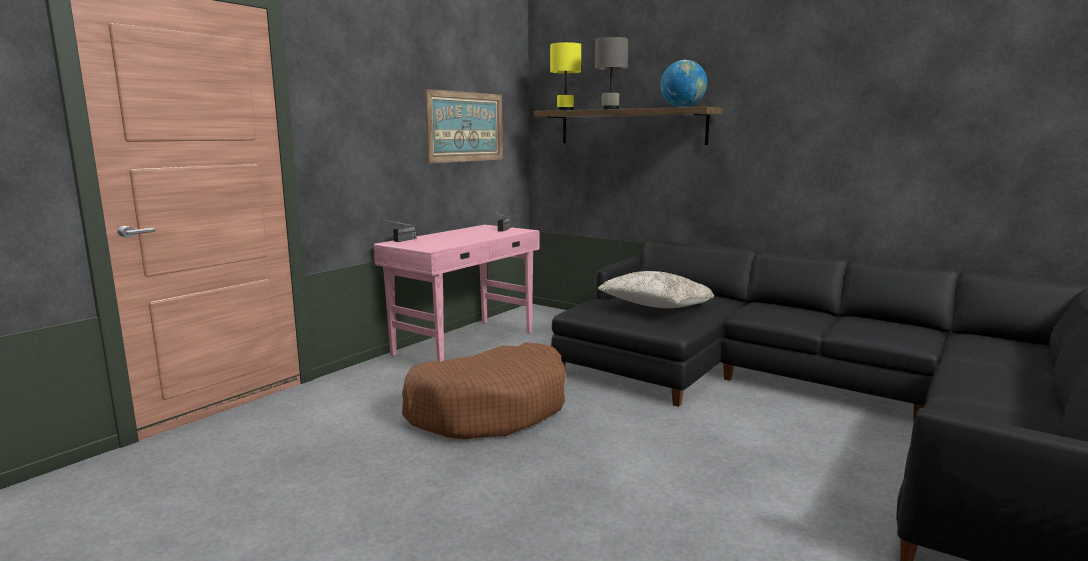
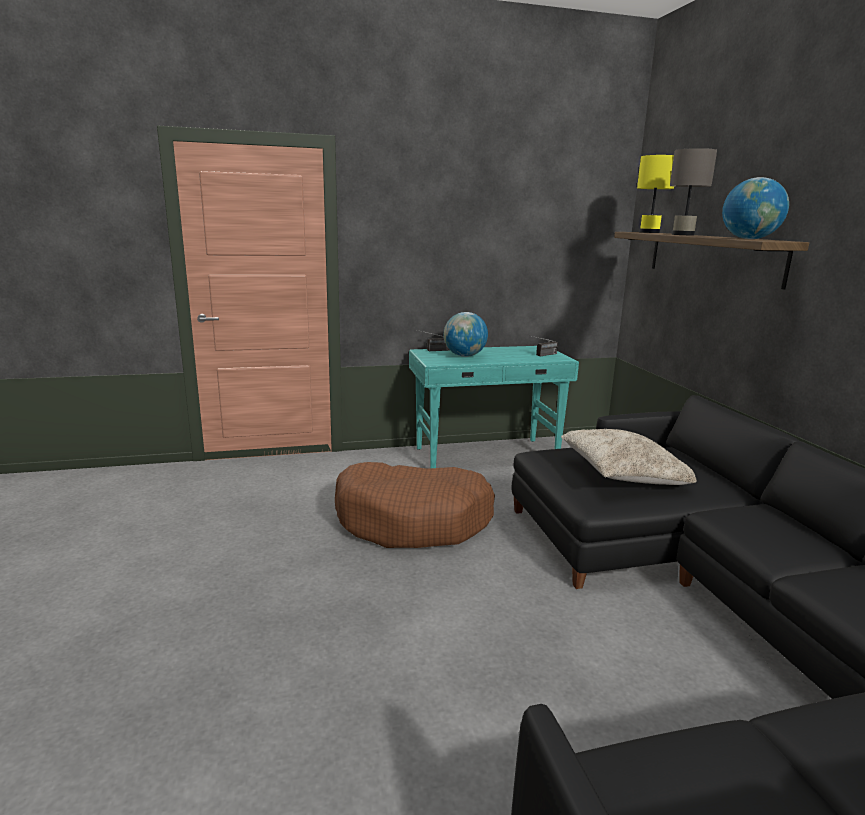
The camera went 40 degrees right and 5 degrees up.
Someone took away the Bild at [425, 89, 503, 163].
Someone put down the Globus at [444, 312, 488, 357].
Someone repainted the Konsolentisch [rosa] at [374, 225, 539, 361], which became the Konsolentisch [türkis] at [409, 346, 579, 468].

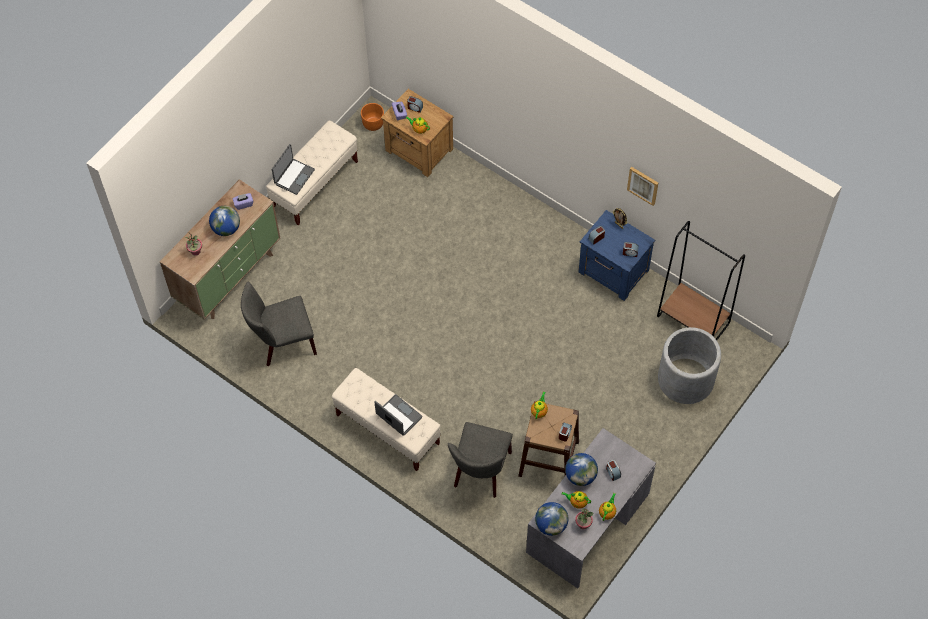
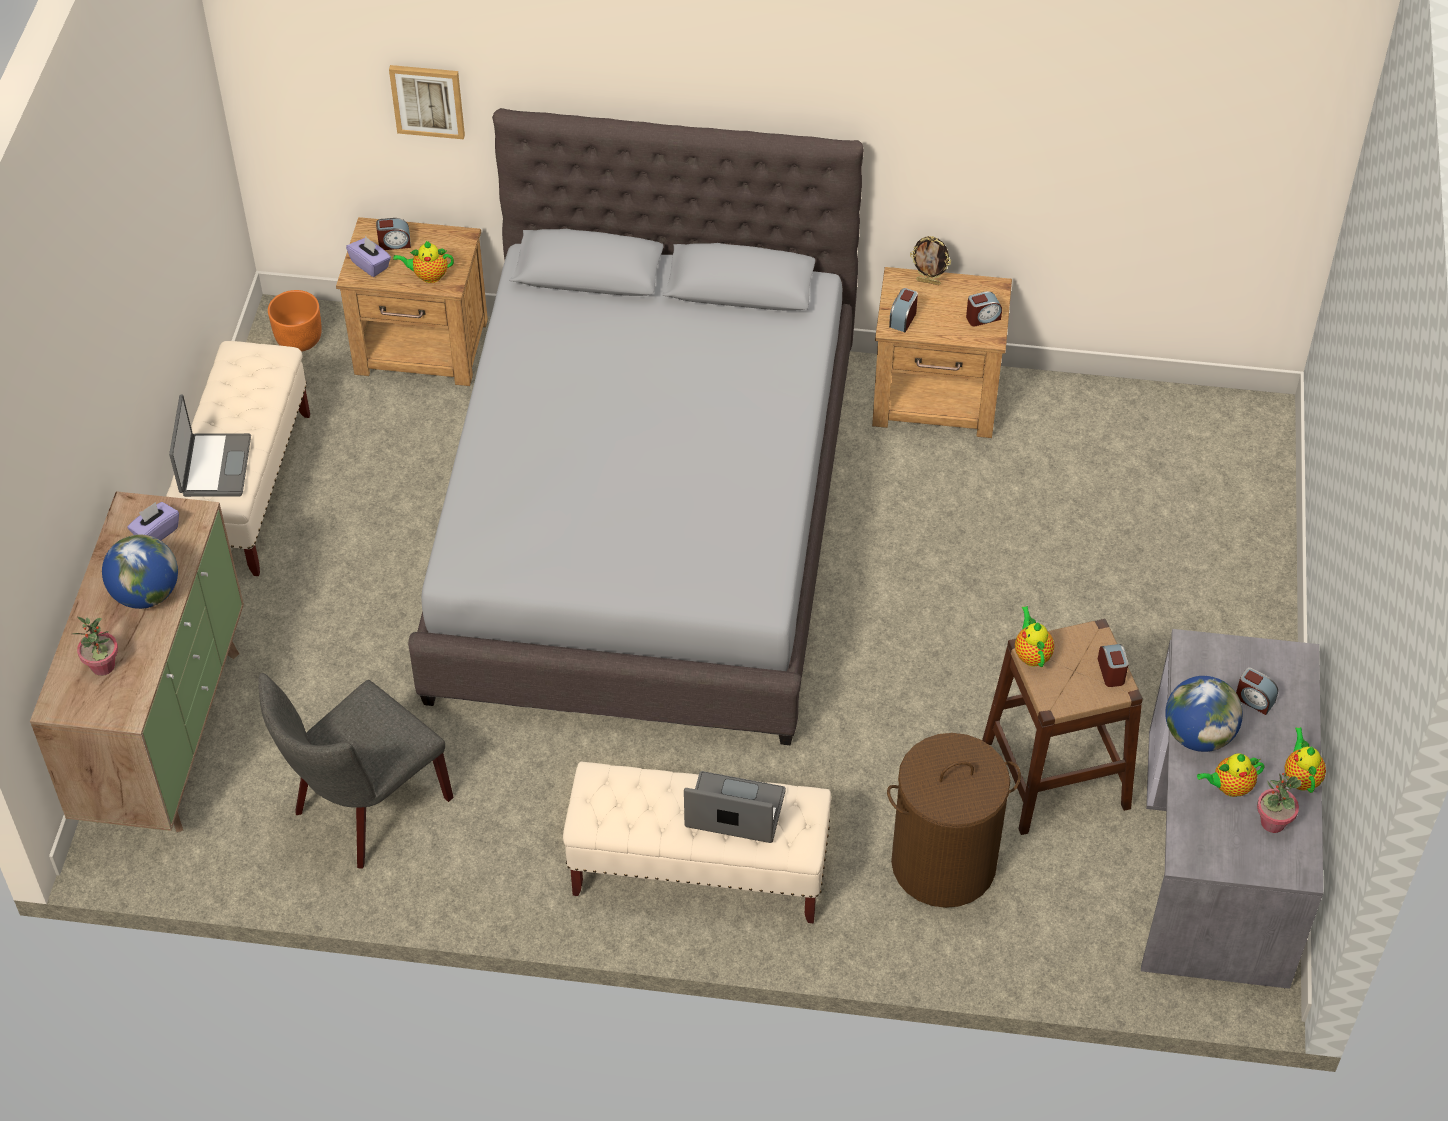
The camera went 30 degrees left and 10 degrees down.
Someone took away the Globus at [535, 502, 569, 536].
Someone took away the Kleiderständer at [657, 221, 745, 340].
Someone took away the Pflanzkübel [grau] at [658, 327, 721, 404].
Someone put down the Bett [grau] at [408, 108, 864, 746].
Someone carried the Bild from [627, 167, 658, 206] to [389, 65, 465, 139].
Someone swapped the Stuhl [grau] at [448, 422, 513, 498] for the Wäschekorb [braun] at [887, 733, 1021, 908].
Someone repainted the Nachttisch [blau] at [578, 210, 655, 301], which became the Nachttisch [braun] at [872, 267, 1012, 438].

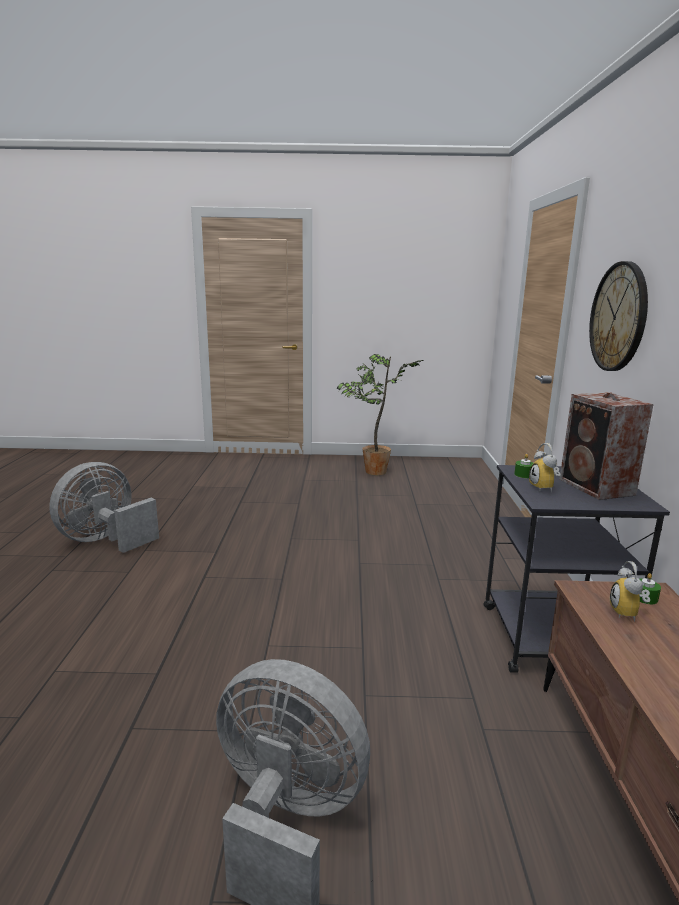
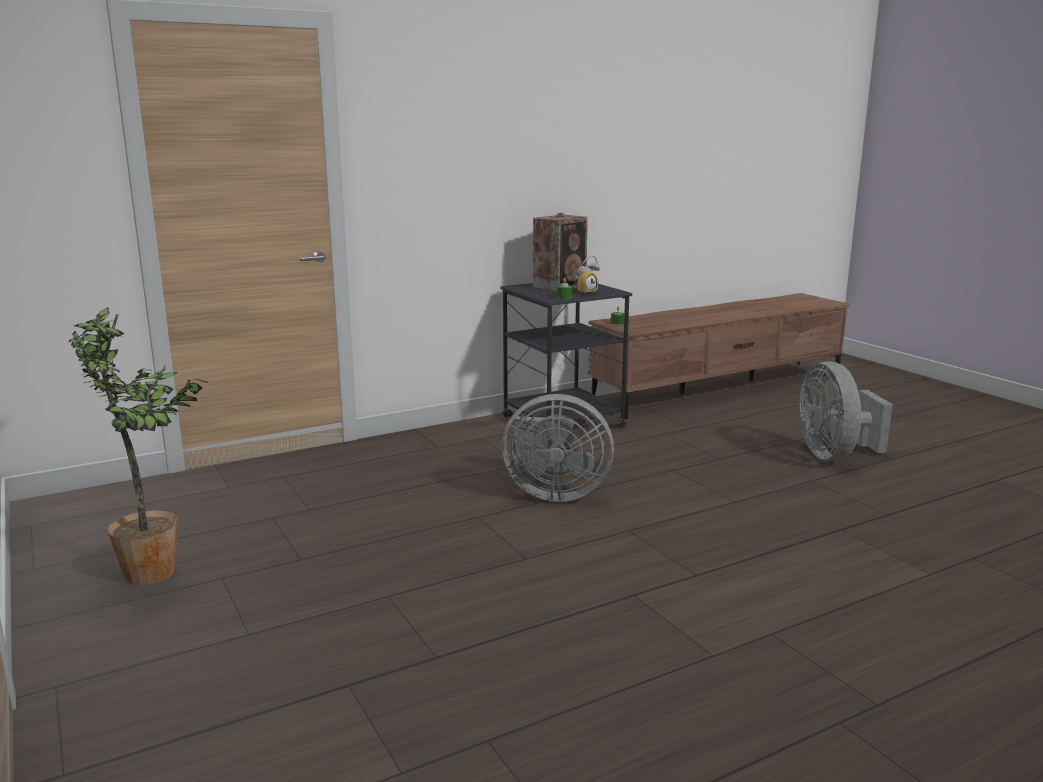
The camera went 120 degrees left and 0 degrees up.
Someone took away the Wanduhr at [589, 261, 648, 371].
Someone took away the Wecker at [610, 561, 650, 622].
Someone carried the Ventilator [grau] from [49, 462, 159, 553] to [502, 394, 614, 502].

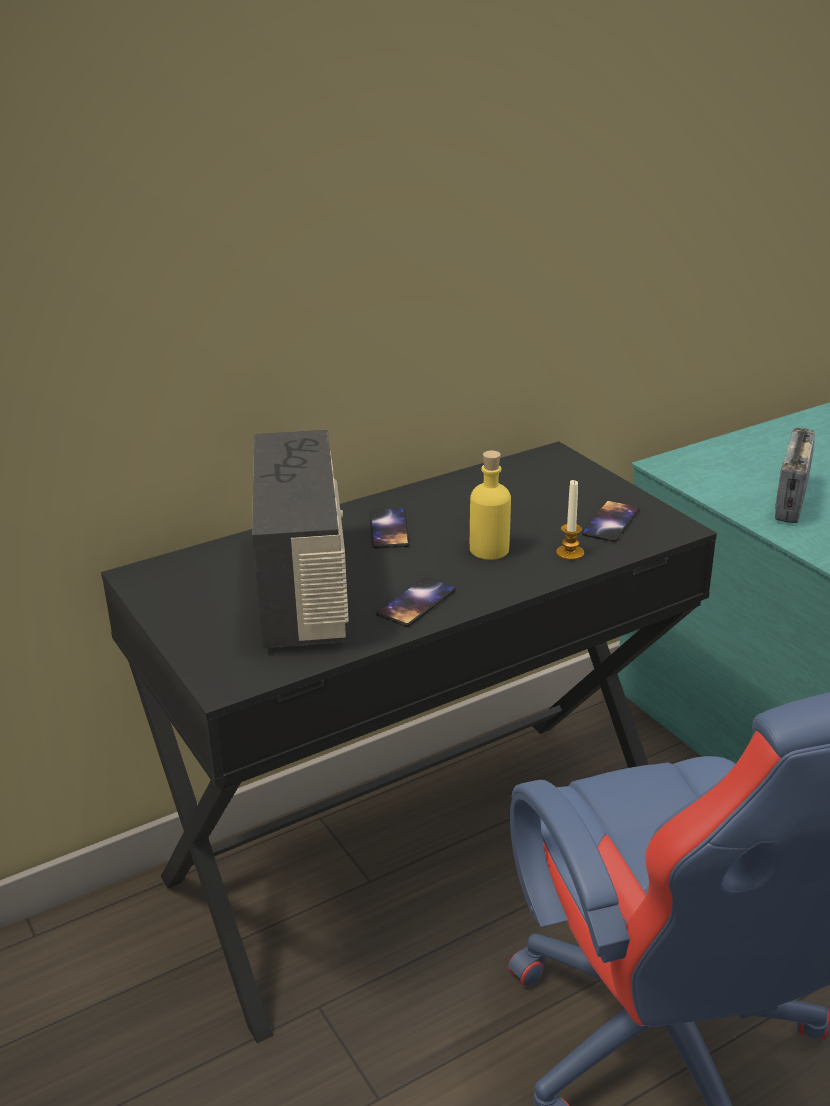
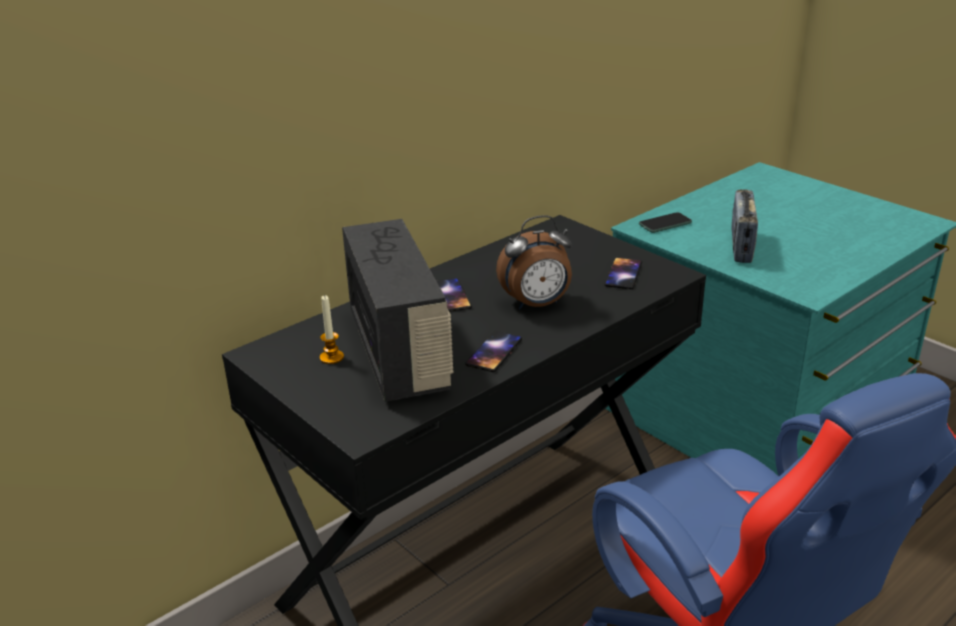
The camera went 10 degrees left and 0 degrees up.
Someone put down the Handy at [639, 212, 692, 233].
Someone carried the Kerze from [556, 479, 584, 560] to [320, 295, 344, 364].
Someone swapped the Flasche [gelb] at [470, 451, 511, 560] for the Wecker at [496, 215, 572, 309].

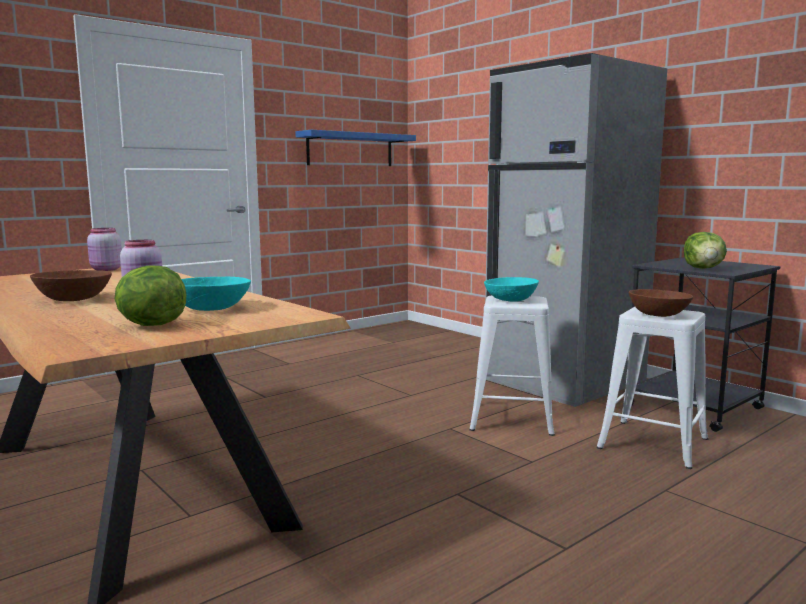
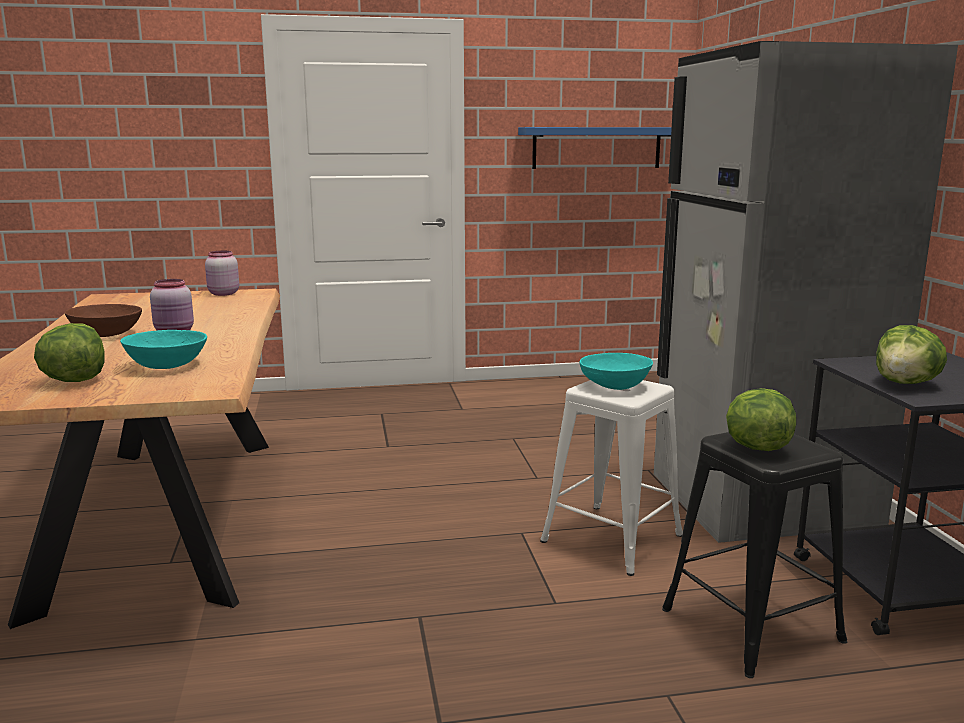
The camera went 30 degrees right and 5 degrees up.
Someone swapped the Schüssel [braun] at [629, 289, 693, 317] for the Salatkopf at [726, 388, 796, 451].
Someone repainted the Hocker [weiß] at [597, 307, 708, 469], which became the Hocker [schwarz] at [662, 432, 847, 678].

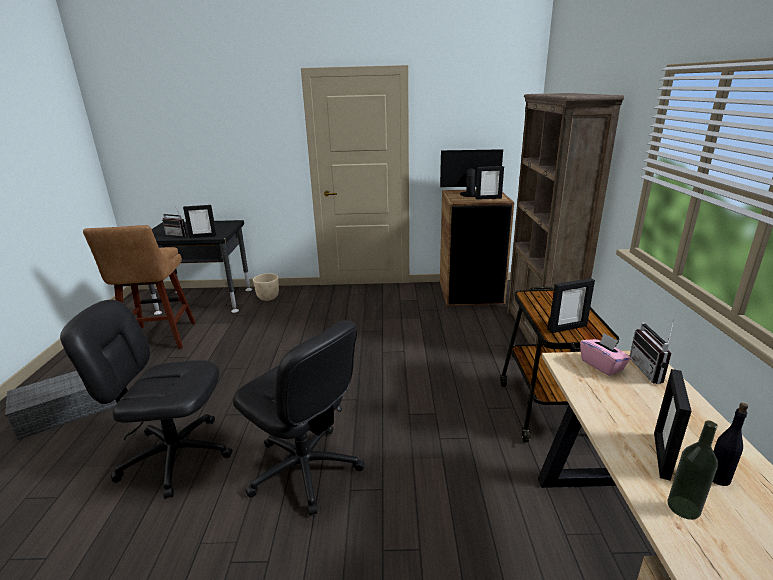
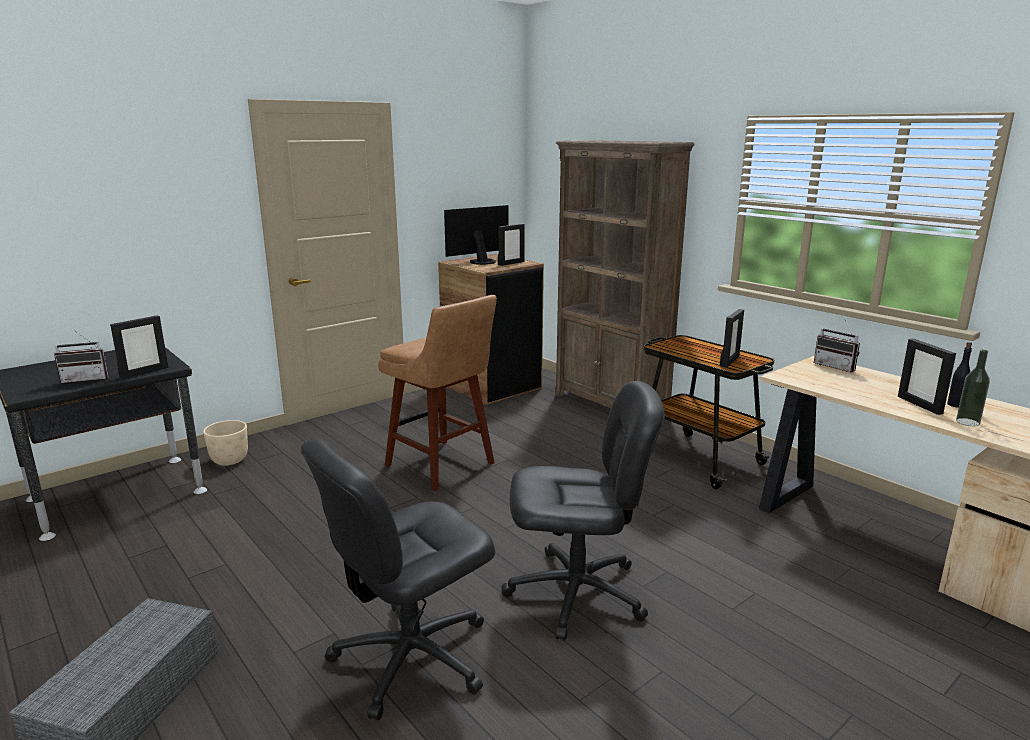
The camera went 40 degrees left and 5 degrees down.
Someone took away the Taschentuchbox [rosa] at [580, 333, 631, 376].
Someone carried the Hocker [braun] from [83, 225, 196, 349] to [378, 295, 497, 491].

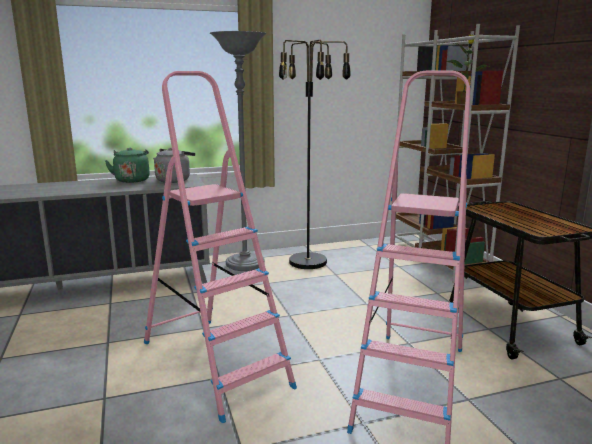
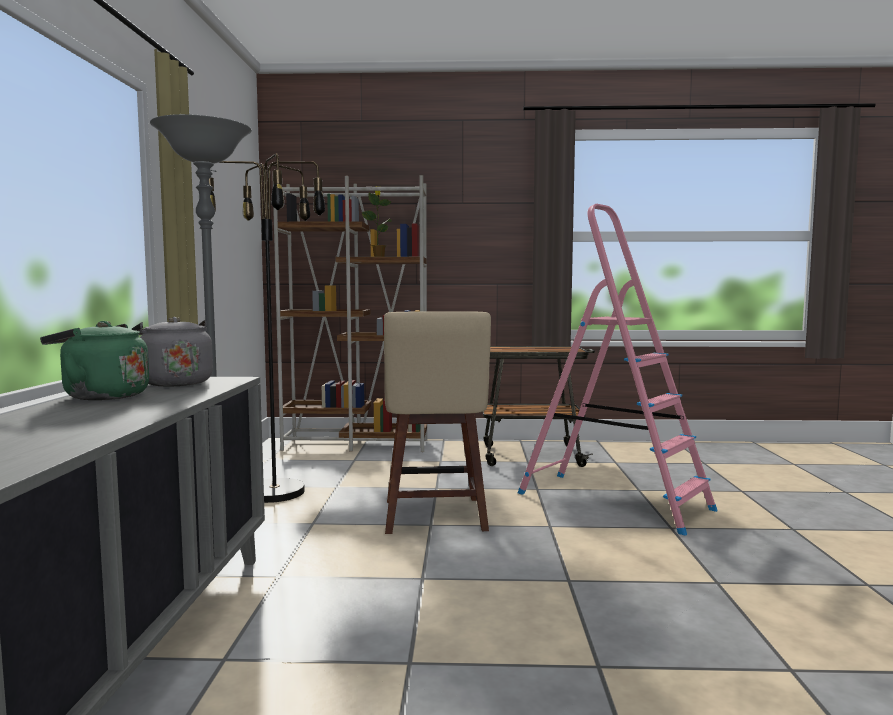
The camera went 70 degrees left and 10 degrees down.
Someone took away the Trittleiter [rosa] at [144, 71, 297, 423].
Someone put down the Hocker [beige] at [384, 311, 491, 534].

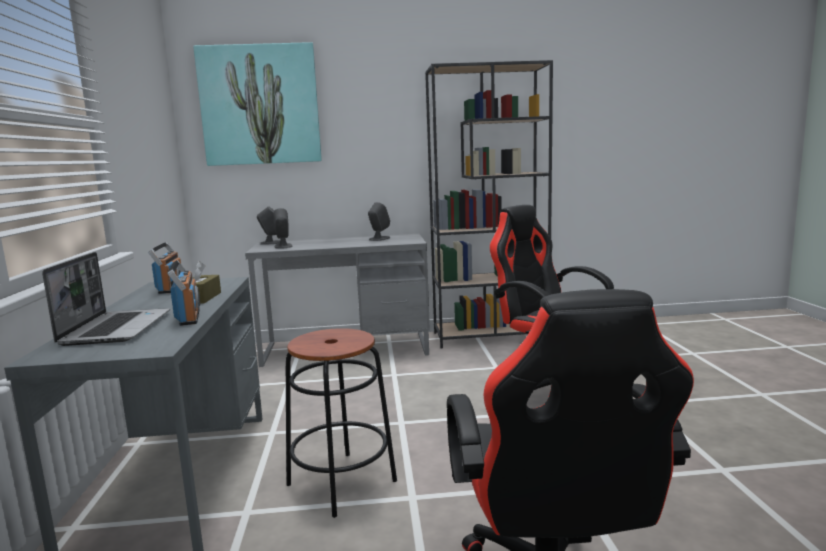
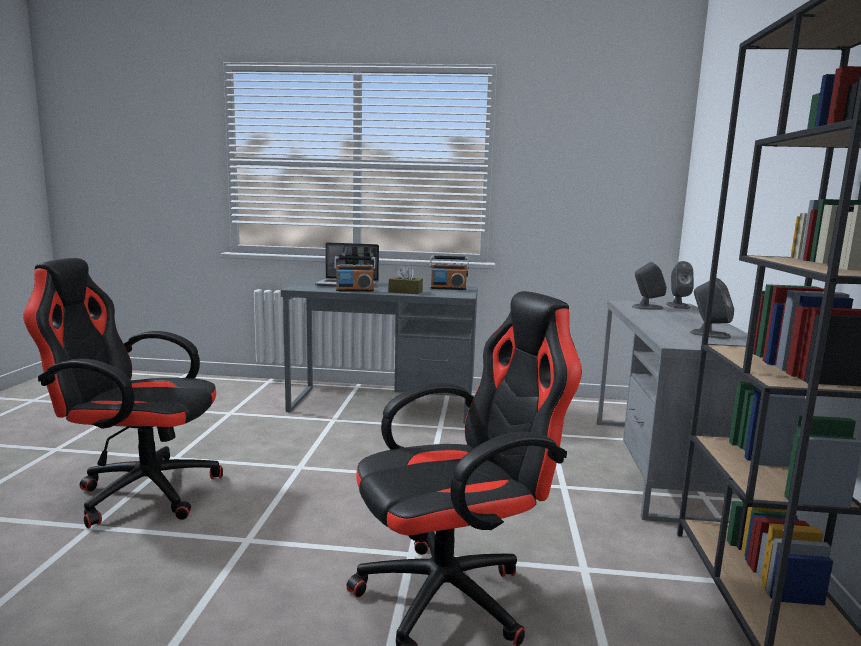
The camera went 100 degrees right and 0 degrees up.
Someone took away the Bild at [193, 42, 322, 166].
Someone took away the Hocker [schwarz] at [286, 328, 397, 518].

